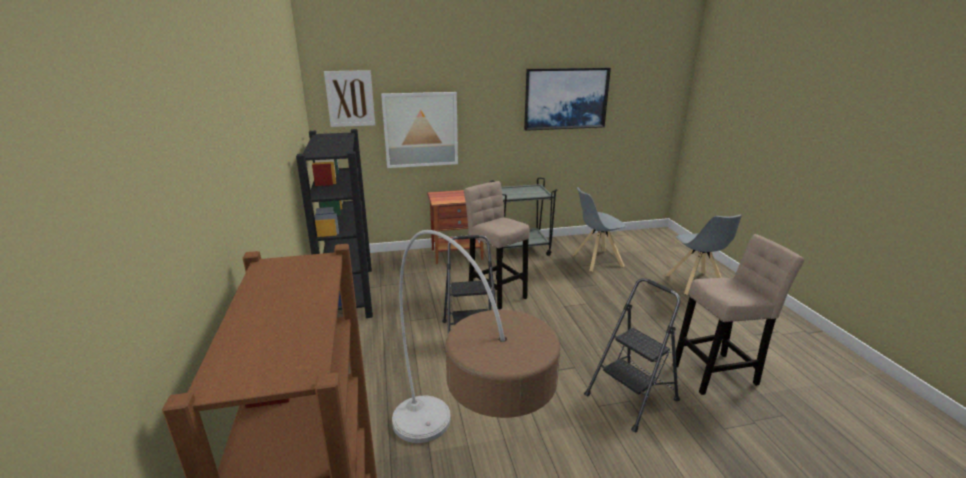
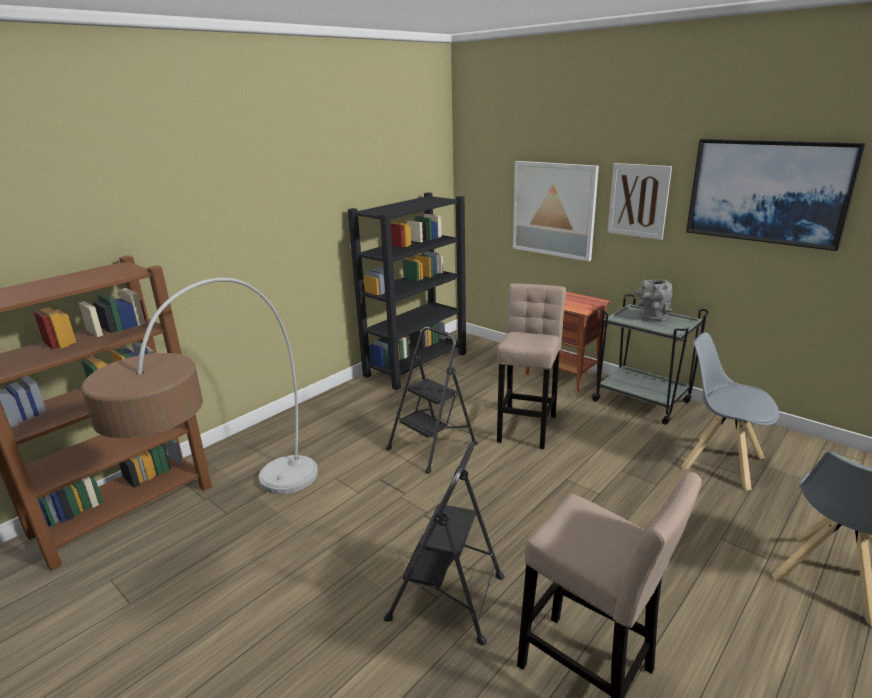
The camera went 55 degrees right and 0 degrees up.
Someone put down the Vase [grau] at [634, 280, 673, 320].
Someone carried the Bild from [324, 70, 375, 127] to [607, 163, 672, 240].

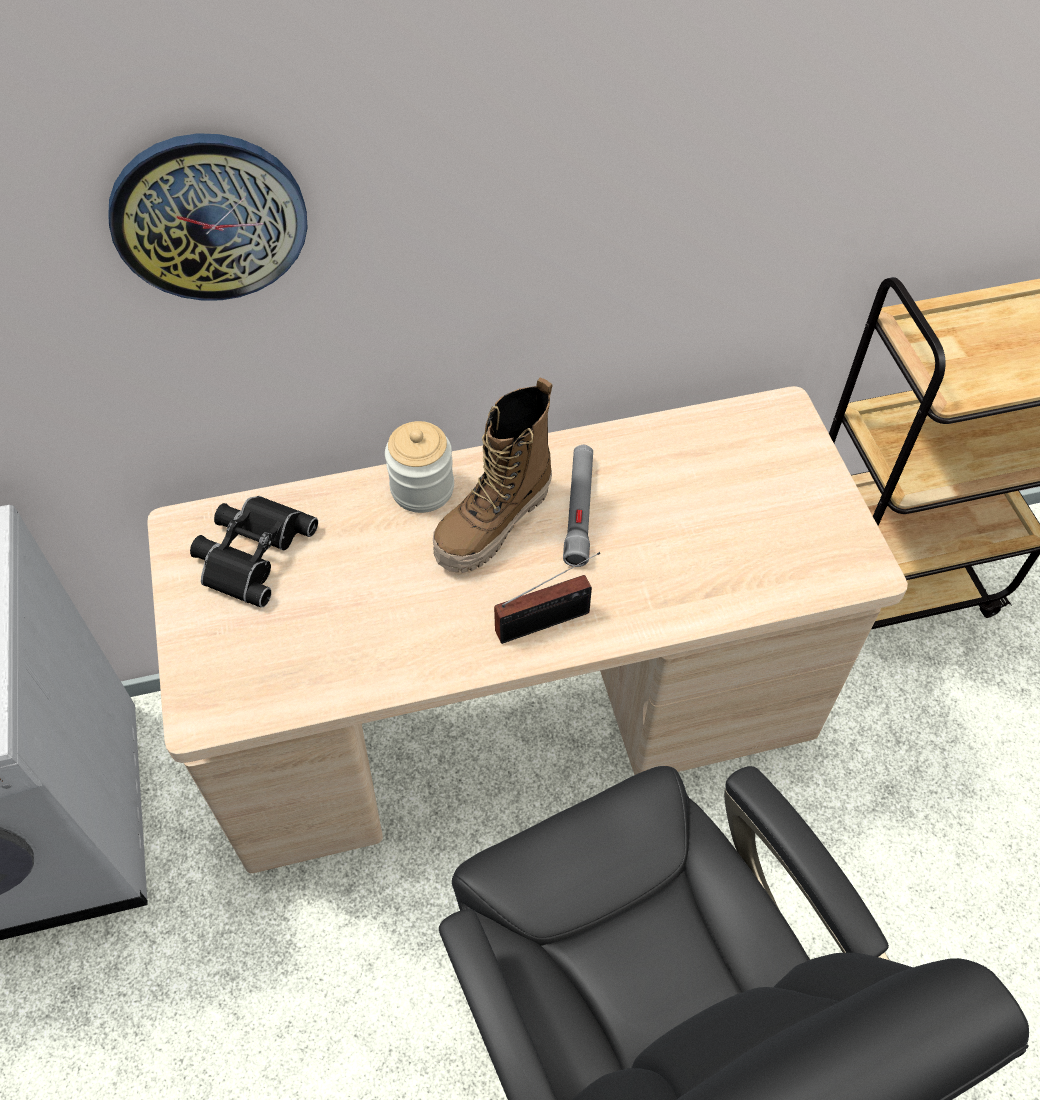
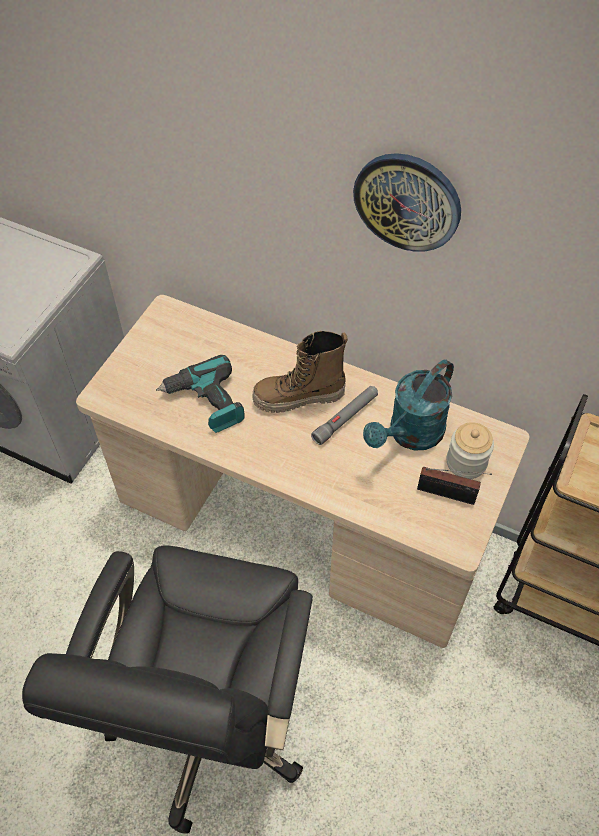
The camera went 40 degrees right and 0 degrees up.
Someone took away the Fernglas [schwarz] at [190, 496, 318, 608].
Someone put down the Bohrmaschine at [156, 355, 245, 433].
Someone put down the Gießkanne [türkis] at [363, 359, 454, 451].
Someone carried the Wanduhr from [108, 133, 308, 301] to [353, 153, 461, 252].
Someone carried the Vorratsglas from [385, 421, 454, 513] to [446, 422, 494, 479].
Someone carried the Radio from [494, 552, 601, 644] to [417, 467, 492, 505].

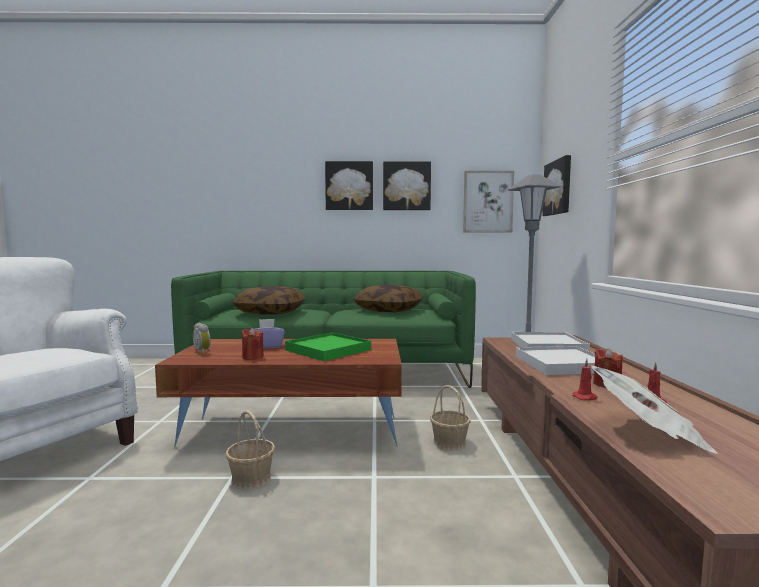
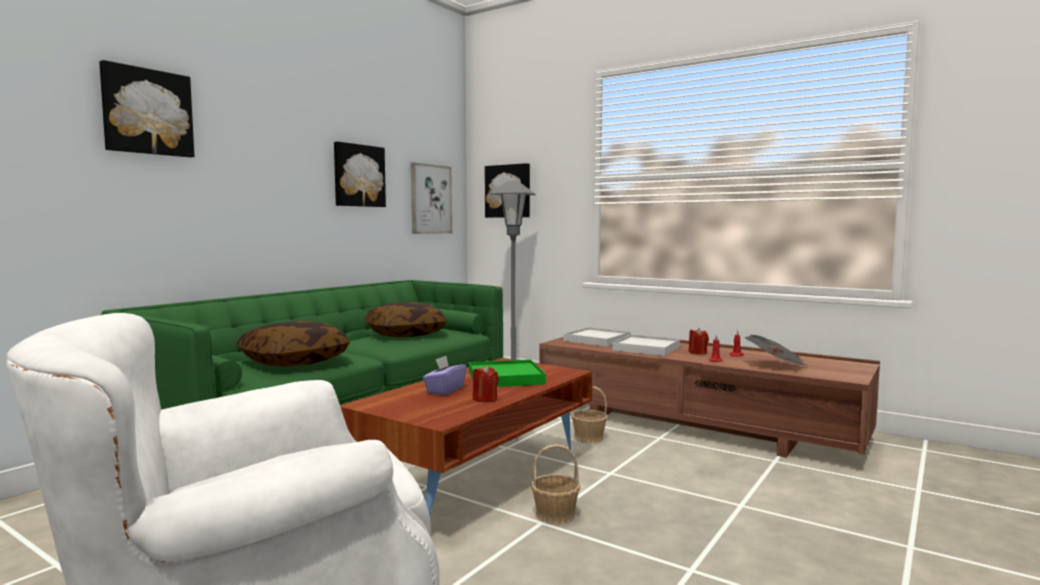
The camera went 55 degrees left and 0 degrees up.
Someone took away the Wecker at [193, 323, 211, 354].
Someone carried the Bild from [325, 161, 373, 210] to [99, 60, 194, 158].

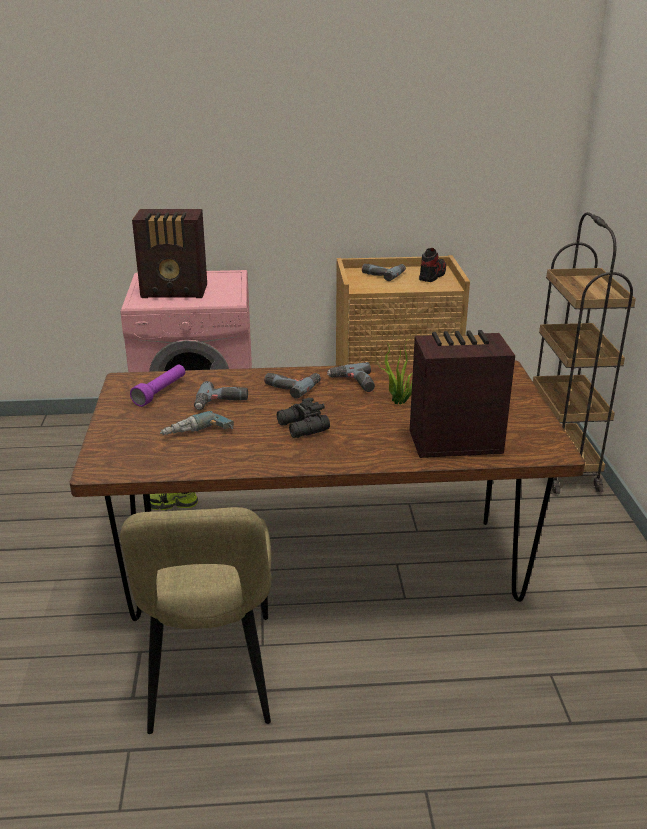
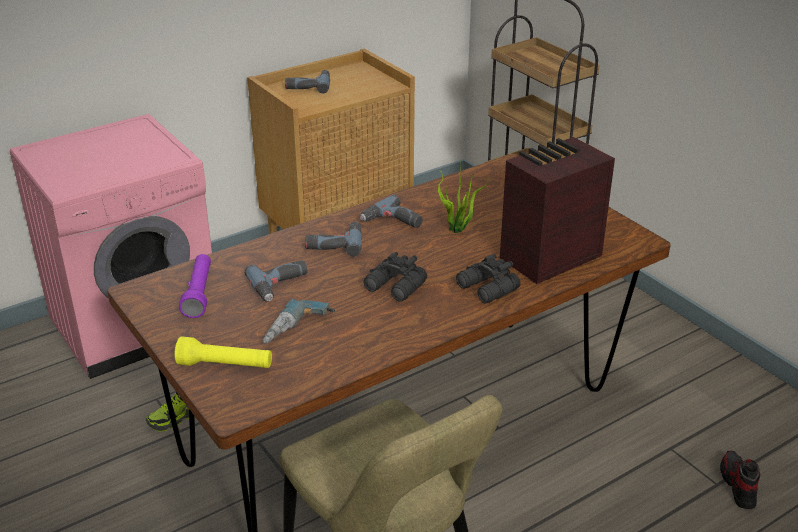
The camera went 30 degrees left and 5 degrees up.
Someone took away the Radio at [132, 209, 207, 298].
Someone put down the Taschenlampe [gelb] at [174, 336, 272, 368].
Someone put down the Fernglas [schwarz] at [456, 254, 521, 303].
Someone carried the Schuh from [419, 248, 446, 282] to [720, 450, 760, 509].

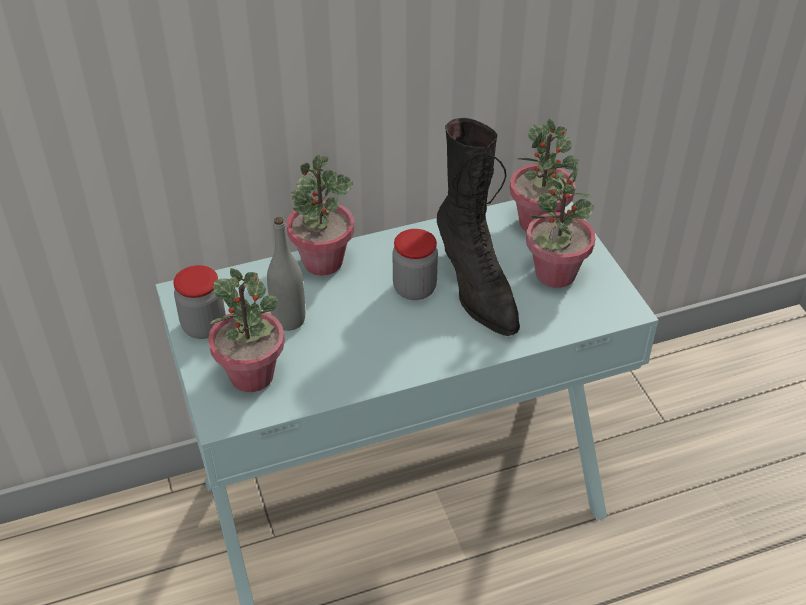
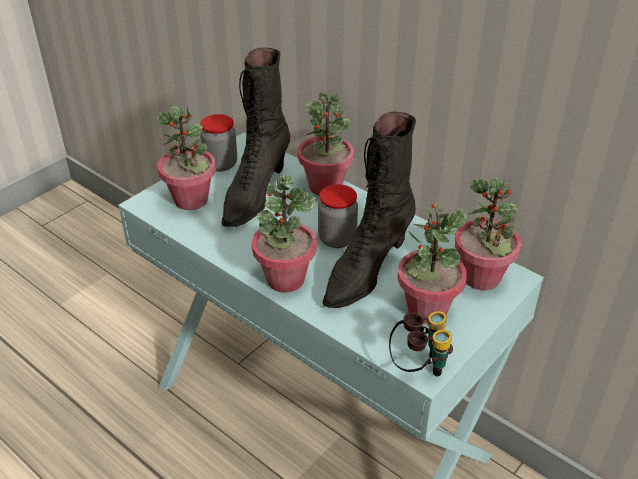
The camera went 60 degrees right and 5 degrees down.
Someone put down the Topfpflanze at [251, 175, 317, 293].
Someone put down the Fernglas at [389, 311, 453, 377].
Someone swapped the Flasche [grau] at [267, 217, 305, 331] for the Stiefel [schwarz] at [221, 48, 290, 227].

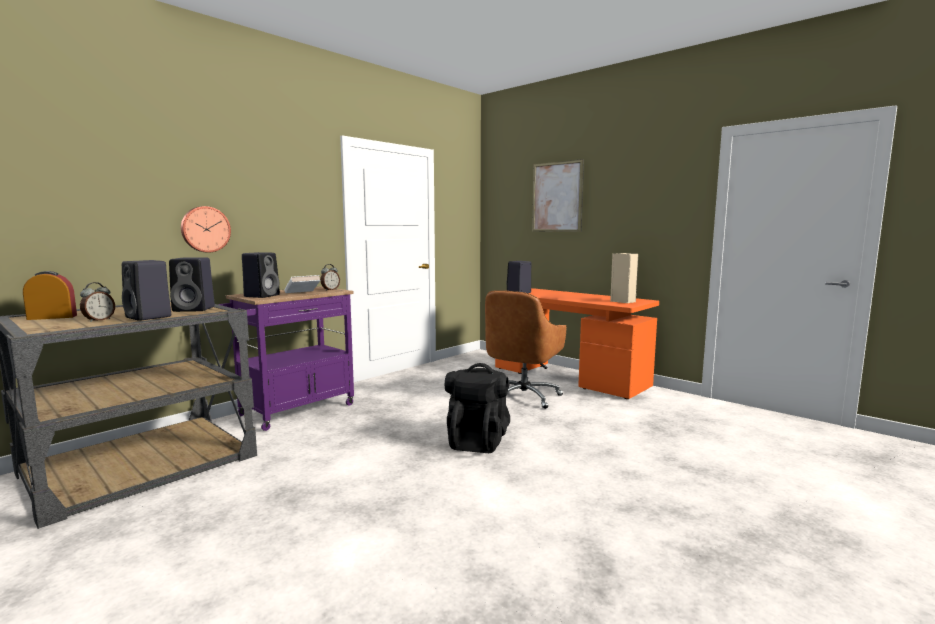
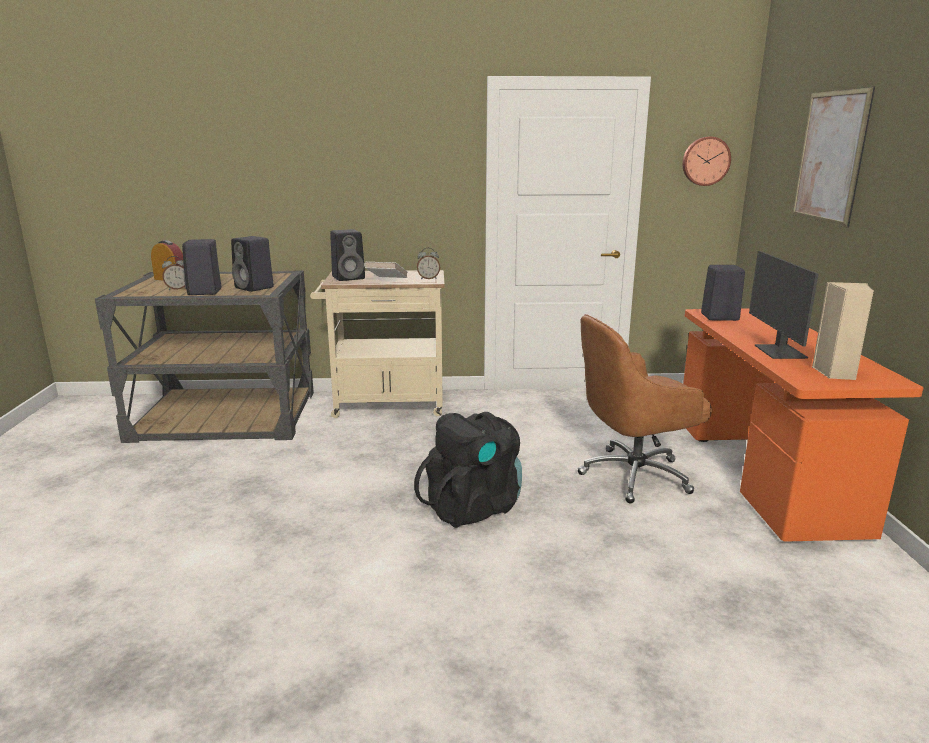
The camera went 45 degrees right and 10 degrees up.
Someone put down the Monitor at [749, 251, 818, 359].
Someone carried the Wanduhr from [181, 206, 231, 253] to [682, 137, 731, 186].
Someone repainted the Rollwagen [lila] at [218, 286, 354, 431], which became the Rollwagen [beige] at [310, 270, 445, 418].

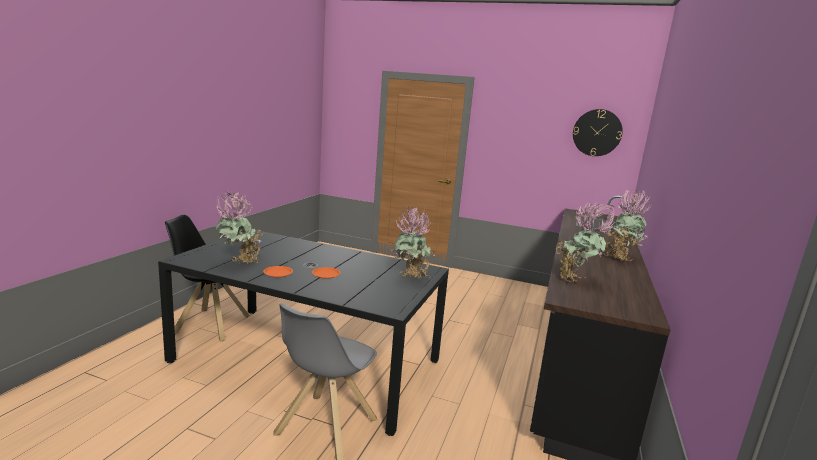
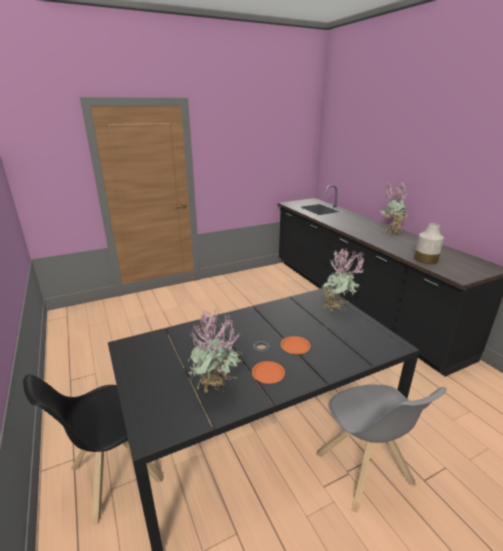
The camera went 45 degrees left and 10 degrees up.
Someone took away the Wanduhr at [573, 109, 623, 156].
Someone swapped the Topfpflanze at [556, 203, 618, 282] for the Vase [beige] at [414, 223, 444, 264].

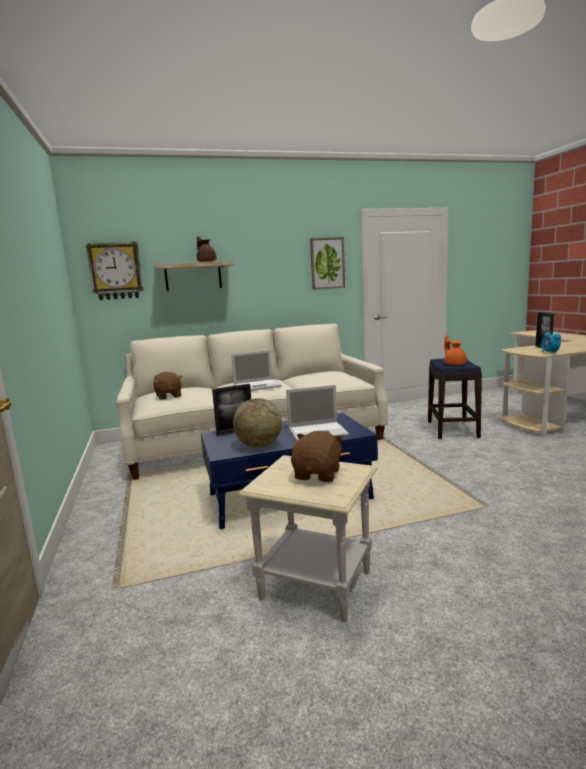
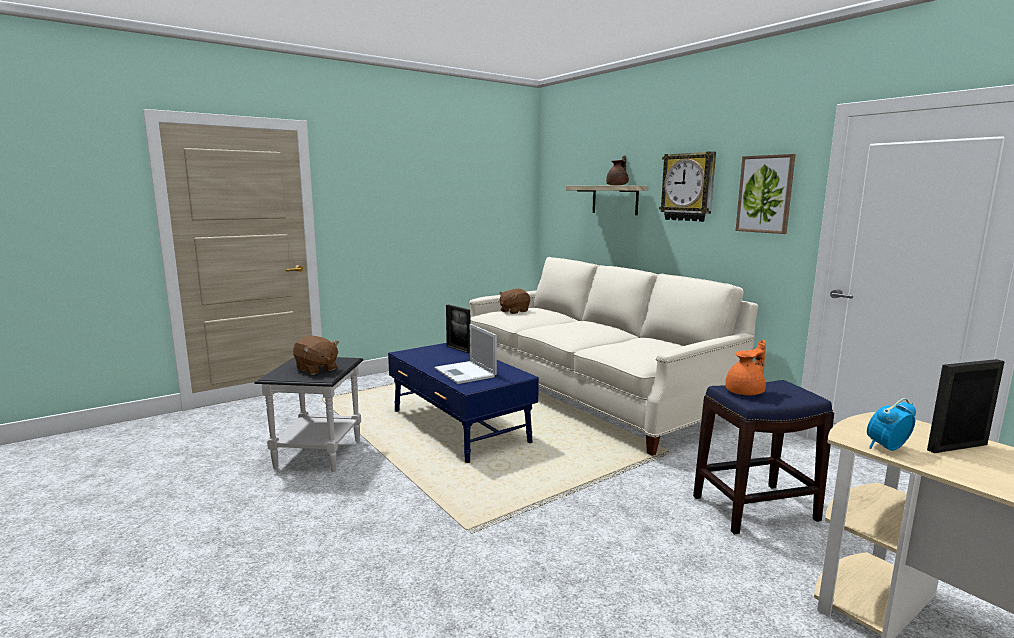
The camera went 70 degrees right and 0 degrees up.
Someone took away the Laptop at [231, 350, 282, 391].
Someone took away the Globus at [233, 398, 282, 448].
Someone carried the Wanduhr from [86, 242, 144, 300] to [659, 152, 716, 222].
Someone repainted the Beistelltisch [beige] at [237, 455, 377, 622], which became the Beistelltisch [schwarz] at [254, 357, 364, 472].
Someone rotated the Plüschtier [braun] at [291, 431, 344, 482] by 45 degrees clockwise.

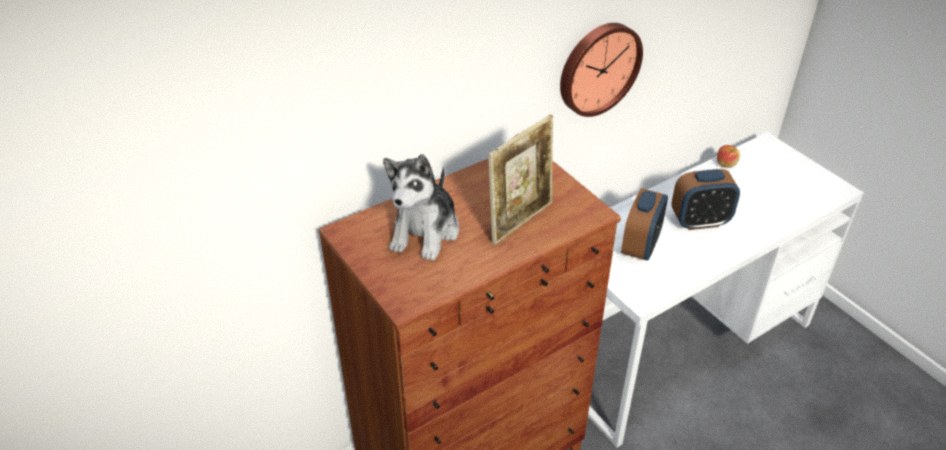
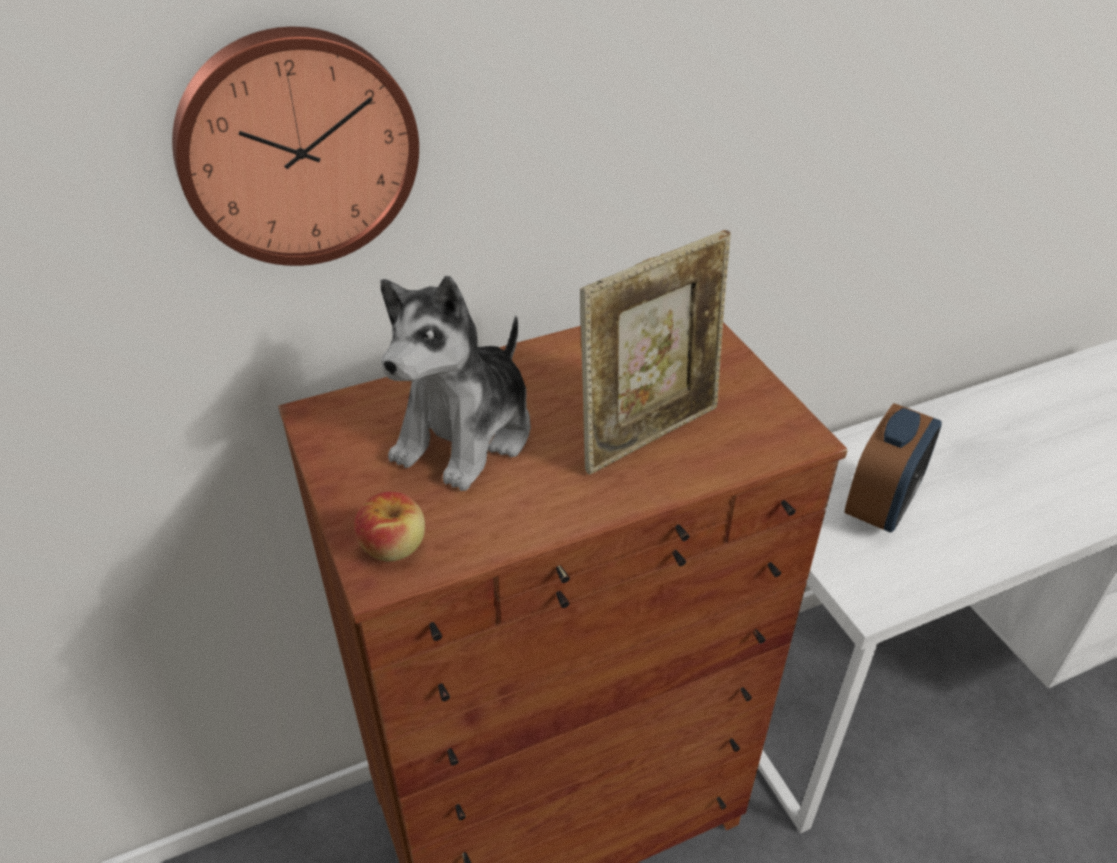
The camera went 10 degrees right and 0 degrees up.
Someone took away the Wecker at [671, 169, 740, 230].
Someone carried the Wanduhr from [560, 23, 643, 117] to [172, 27, 419, 266].
Someone carried the Apfel from [717, 145, 740, 168] to [354, 492, 425, 562].

